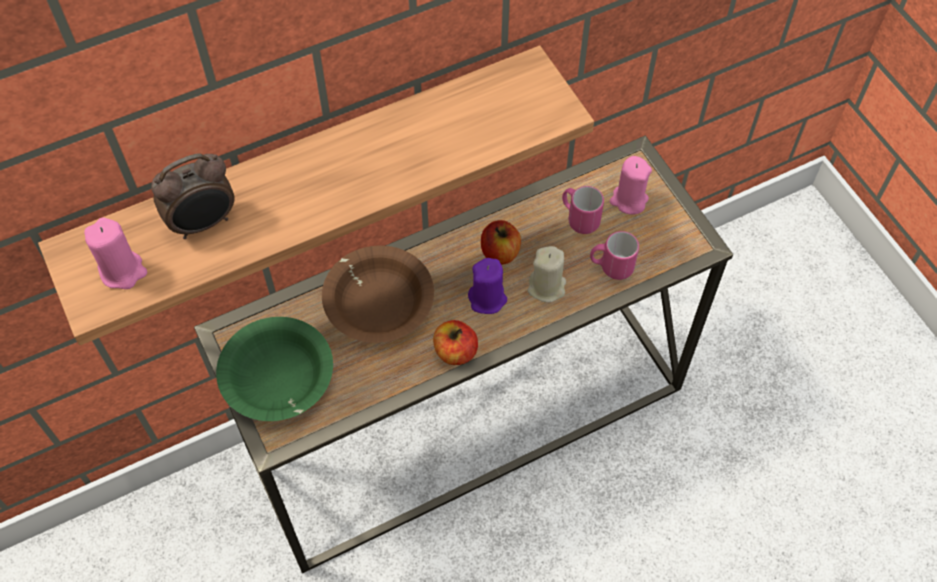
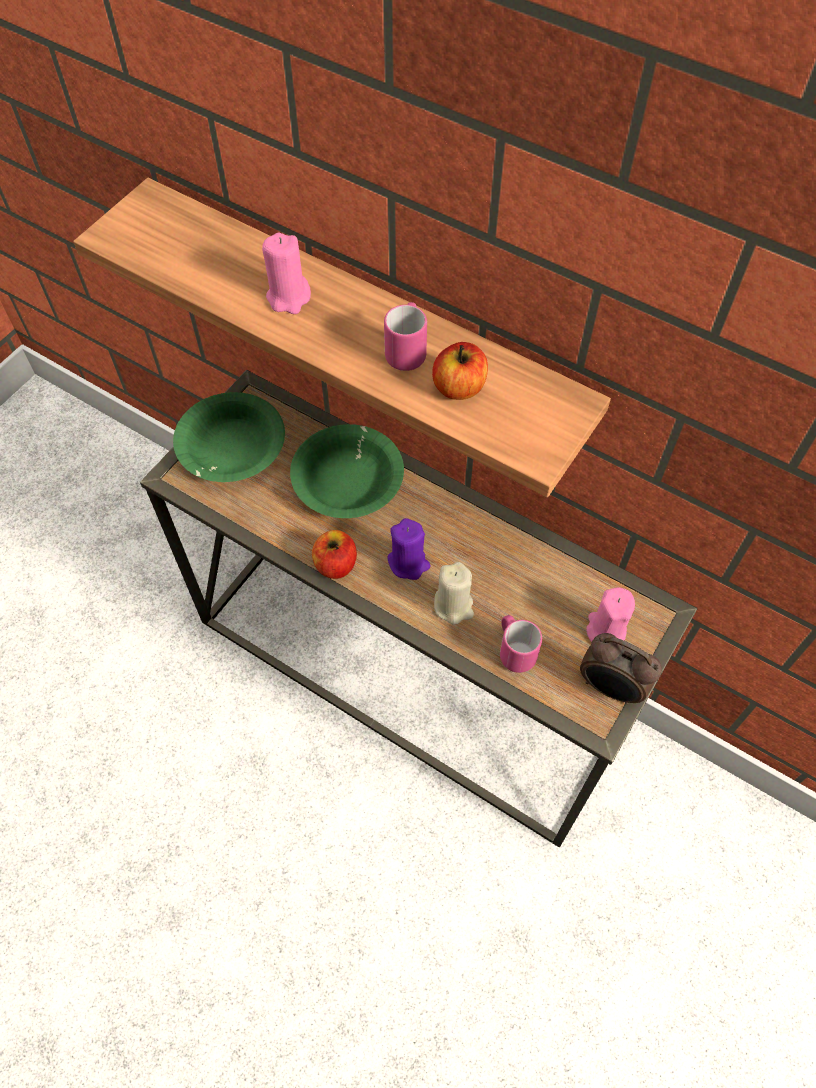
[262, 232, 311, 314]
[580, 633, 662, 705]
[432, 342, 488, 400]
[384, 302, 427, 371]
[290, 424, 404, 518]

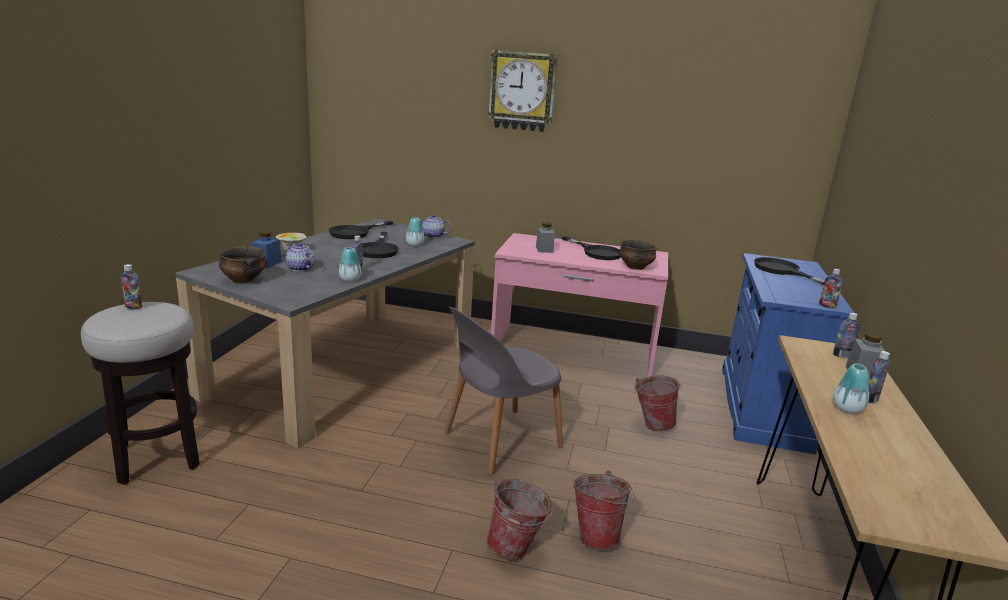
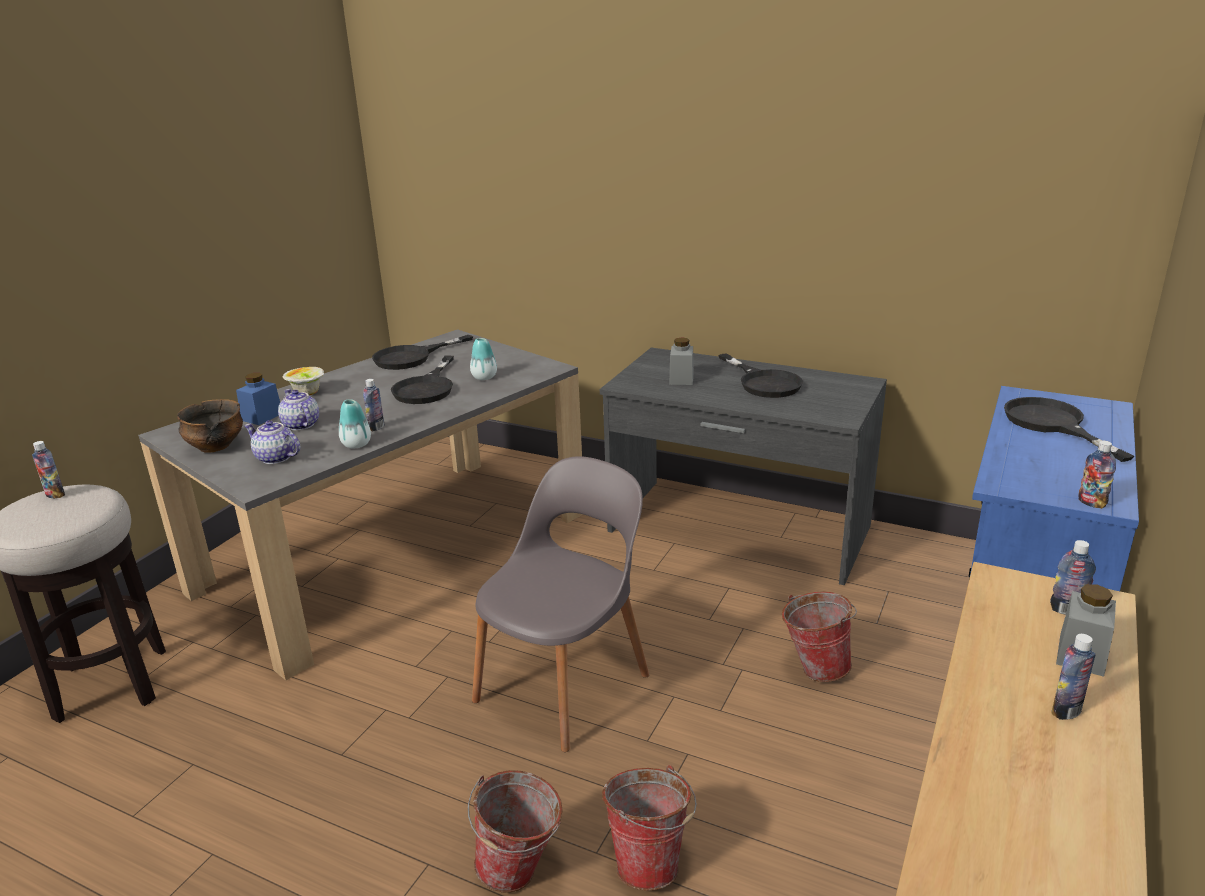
[488, 50, 558, 132] (first image)
[619, 240, 657, 270] (first image)
[833, 364, 869, 414] (first image)
[244, 420, 300, 464]
[600, 348, 887, 585]
[472, 456, 649, 752]

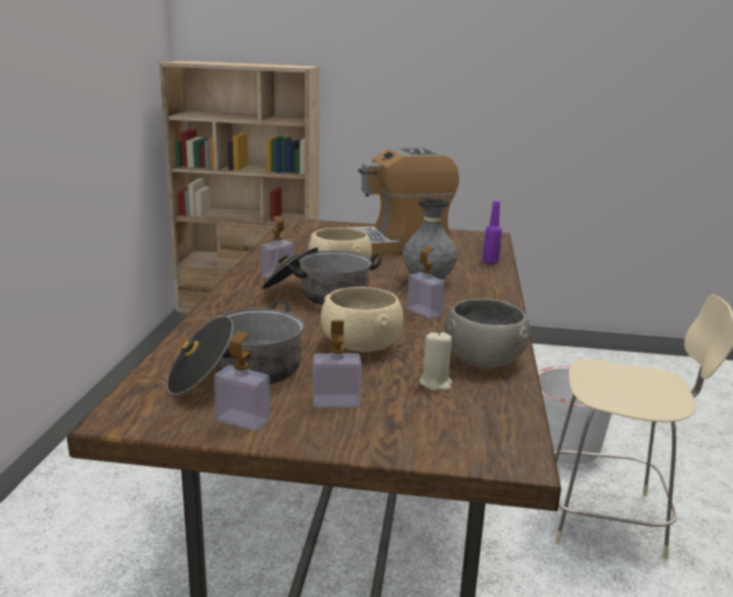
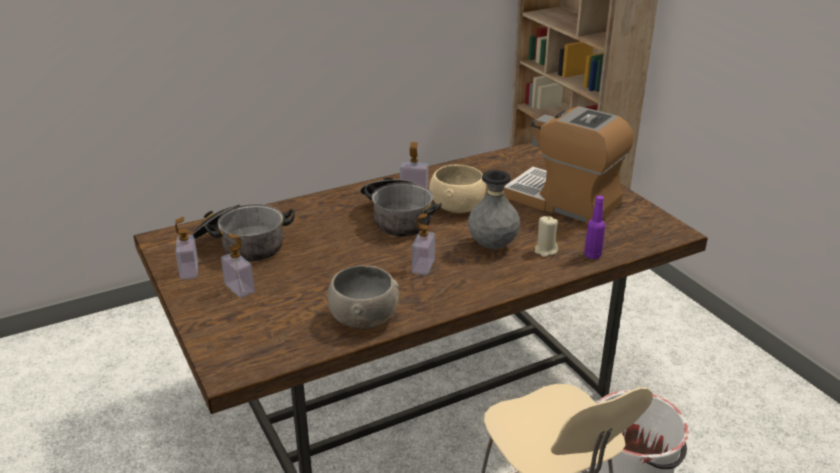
[321, 287, 403, 352] (first image)
[535, 216, 558, 257]

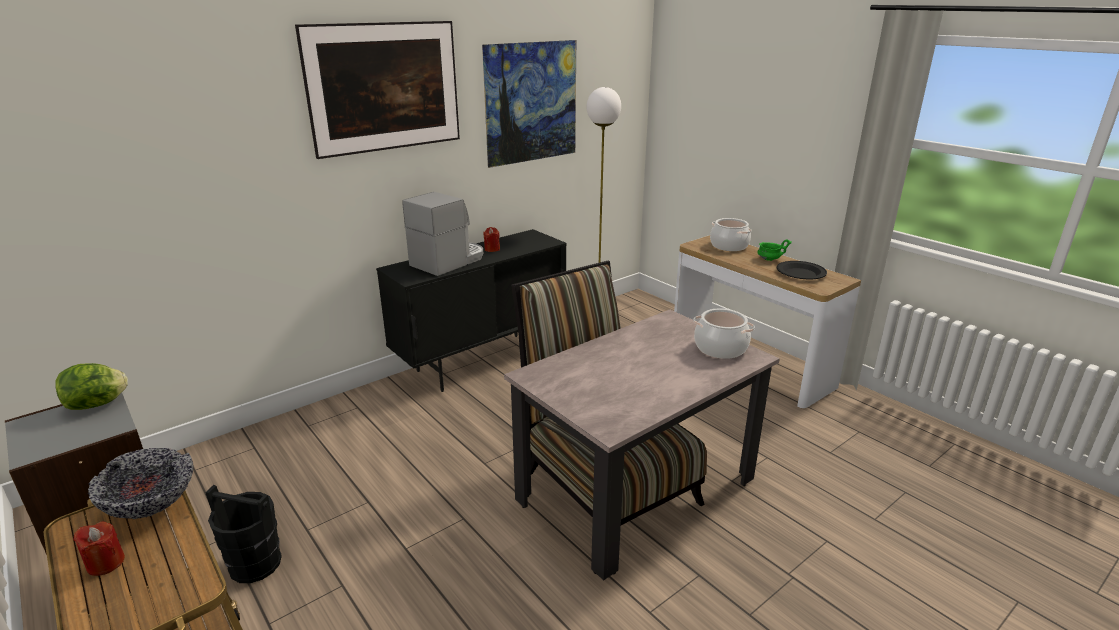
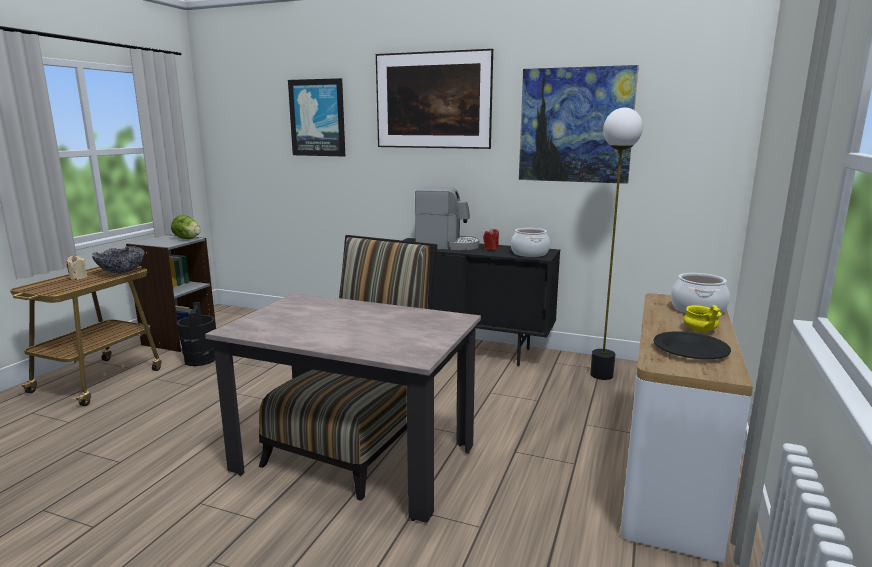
[288, 78, 345, 156]
[511, 228, 550, 257]
[65, 255, 87, 280]
[683, 305, 722, 332]

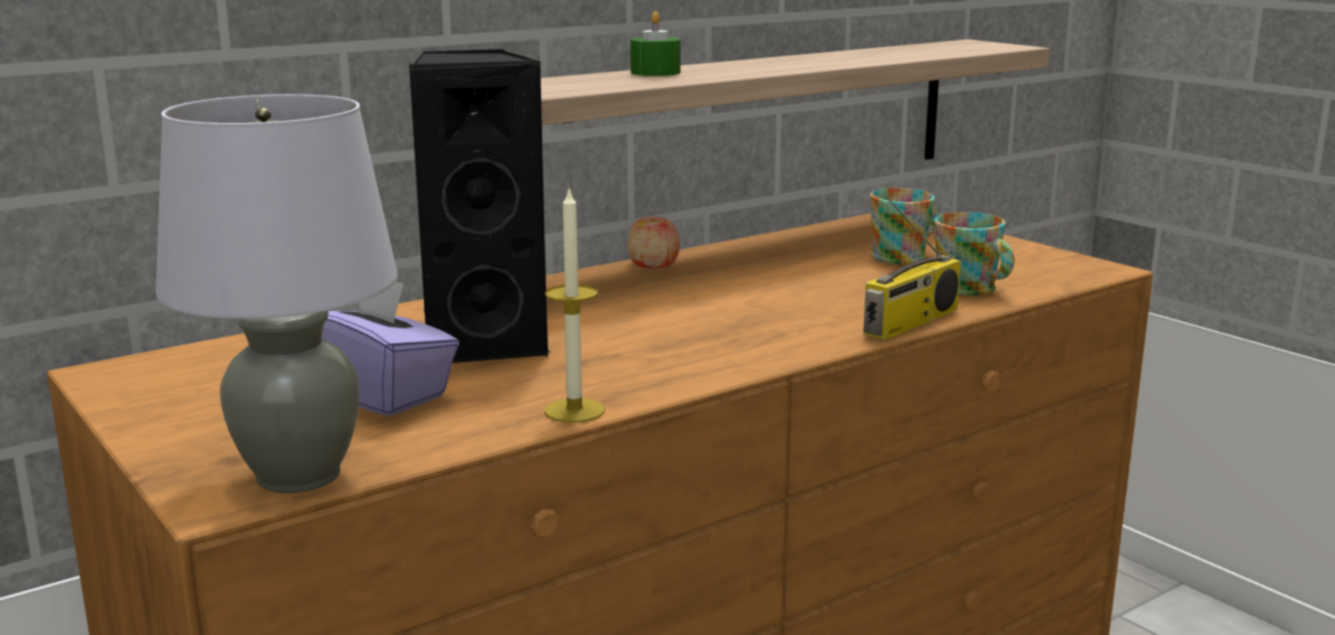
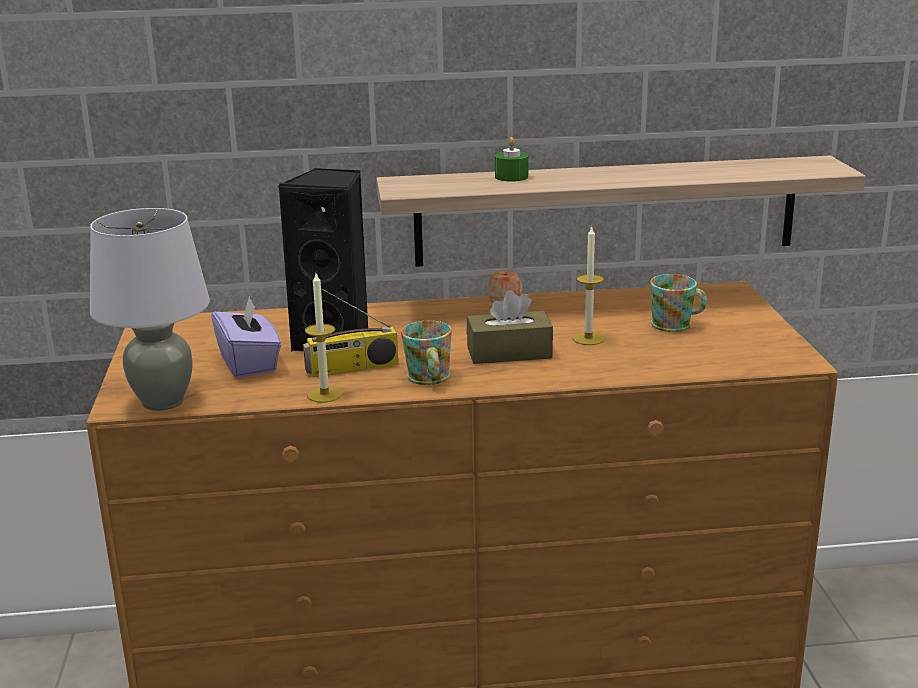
[467, 290, 553, 364]
[573, 225, 604, 345]
[303, 288, 398, 377]
[401, 320, 452, 385]

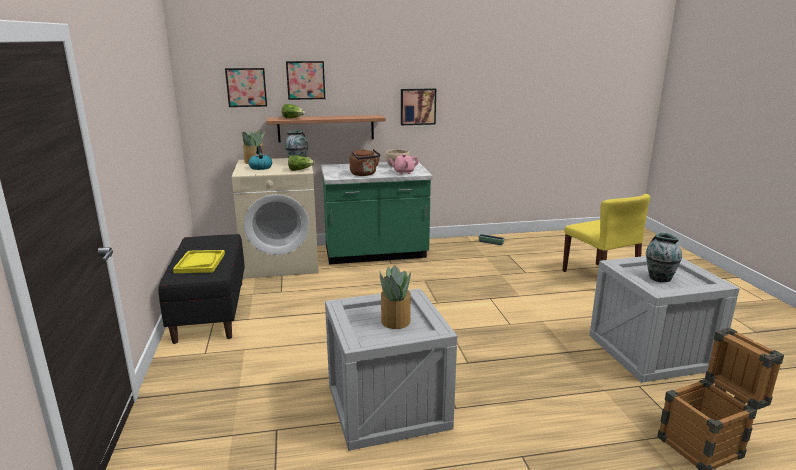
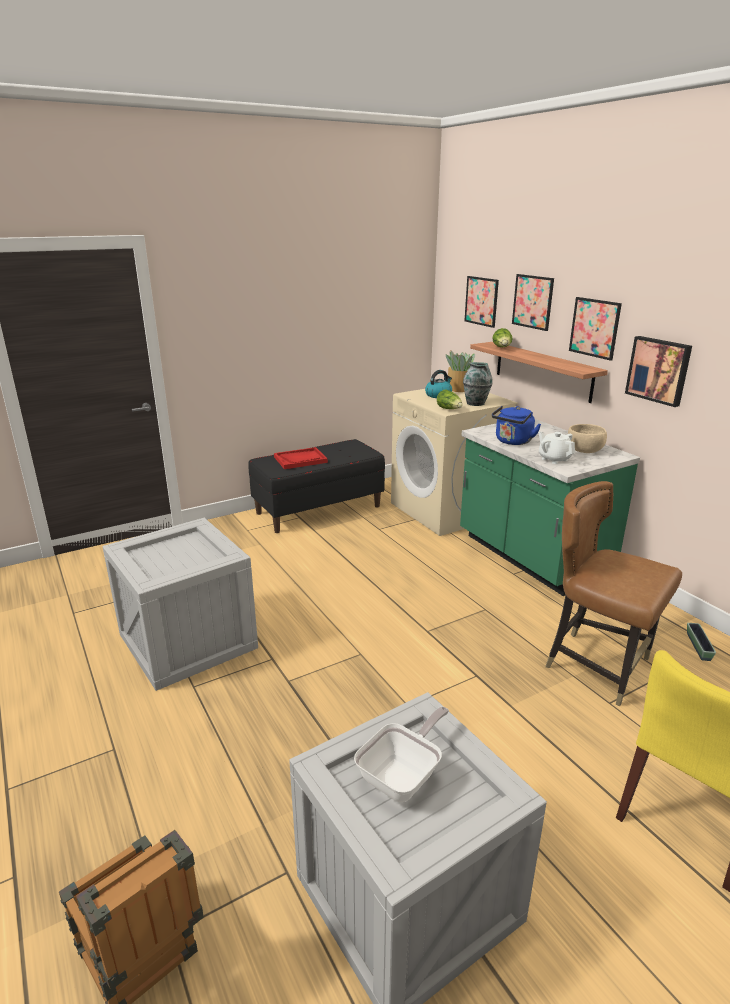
[379, 265, 411, 329] (first image)
[546, 481, 682, 706]
[569, 297, 622, 361]
[354, 707, 449, 802]
[274, 447, 328, 469]
[492, 406, 541, 445]
[539, 432, 575, 464]

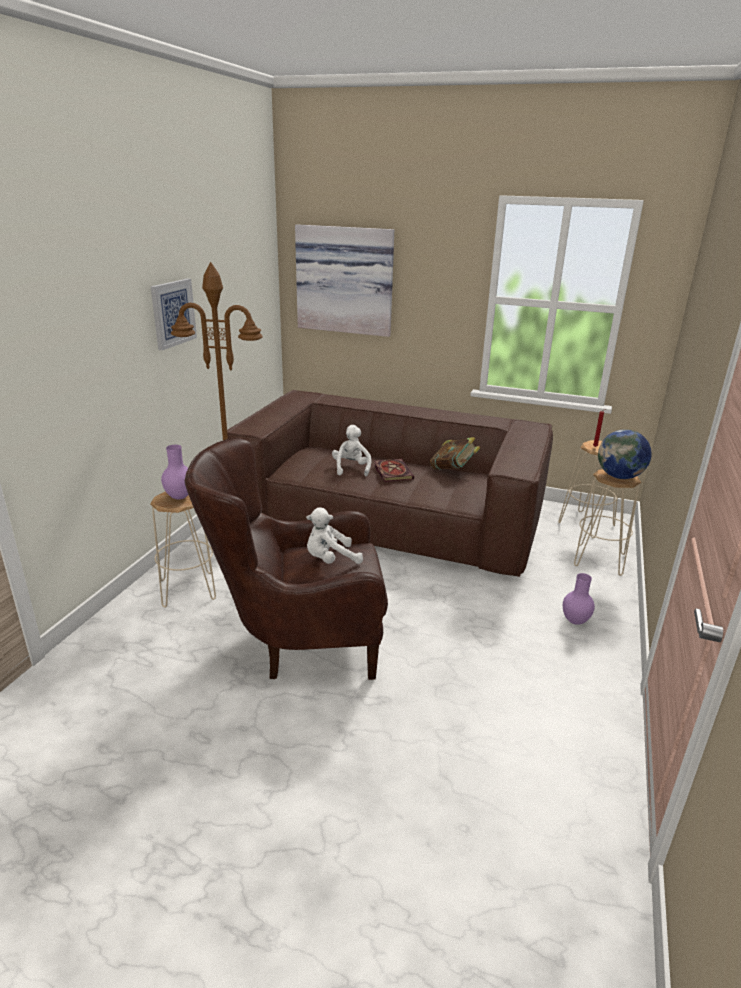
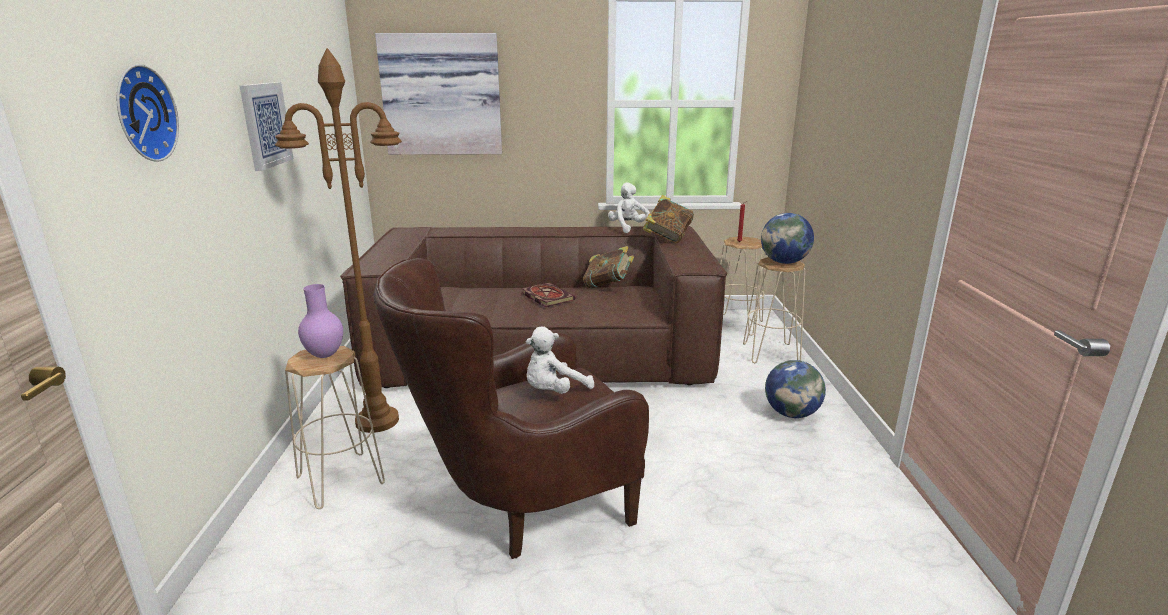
[116, 64, 179, 162]
[642, 195, 694, 243]
[608, 182, 650, 233]
[765, 360, 826, 418]

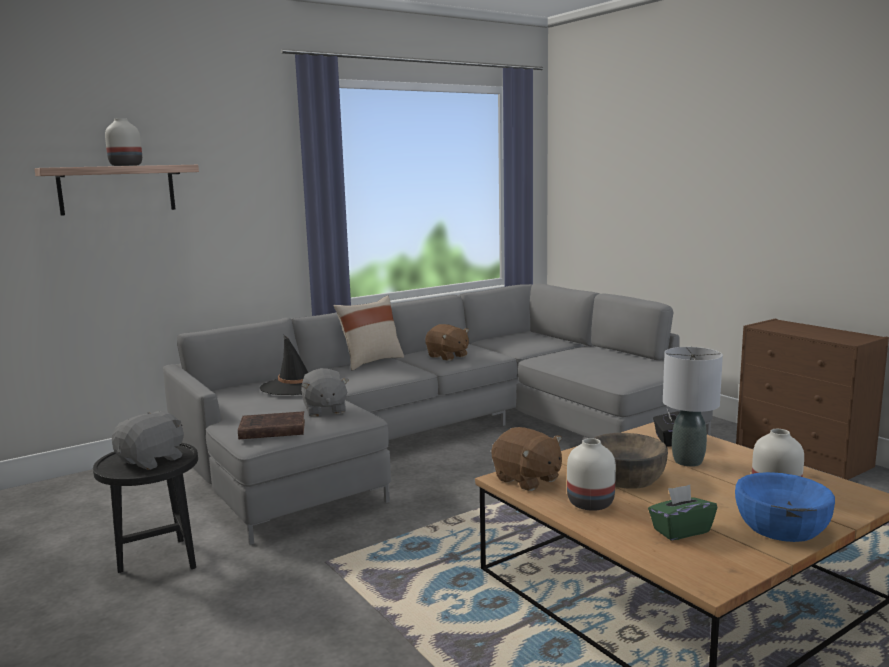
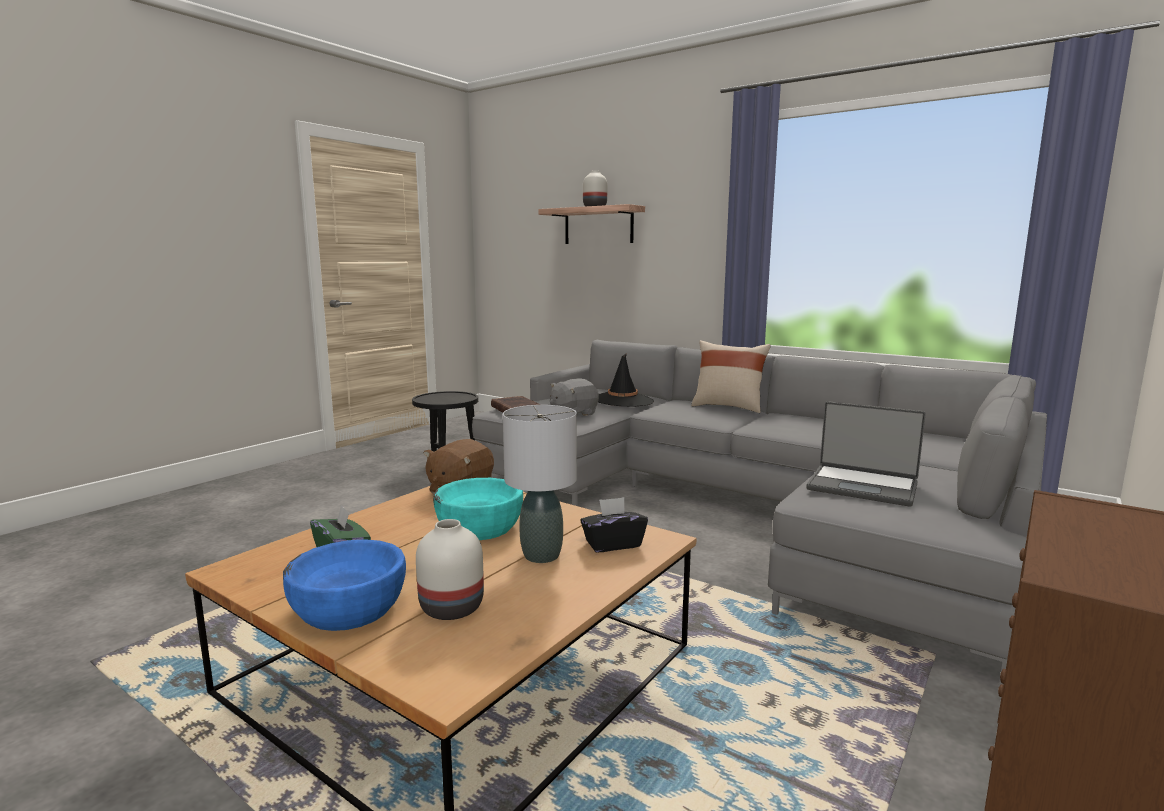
[112, 411, 184, 470] (first image)
[425, 324, 469, 361] (first image)
[567, 438, 616, 511] (first image)
[807, 401, 926, 507]
[433, 478, 523, 540]

